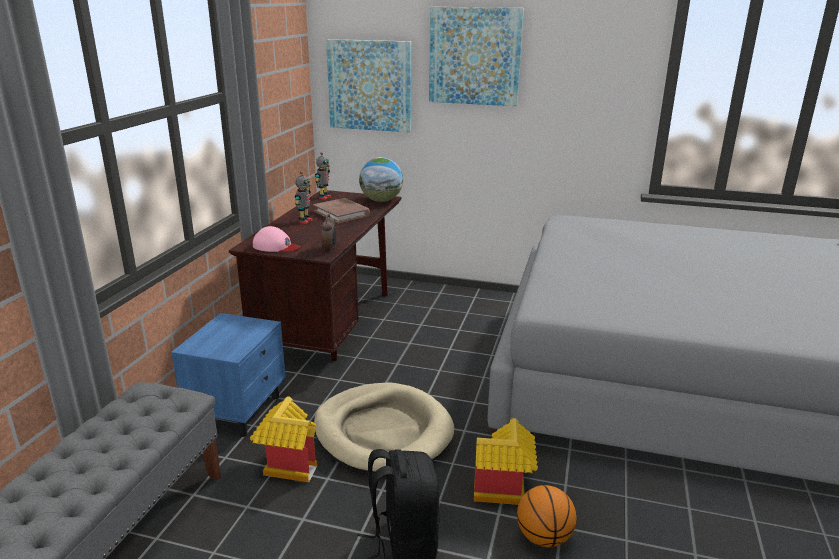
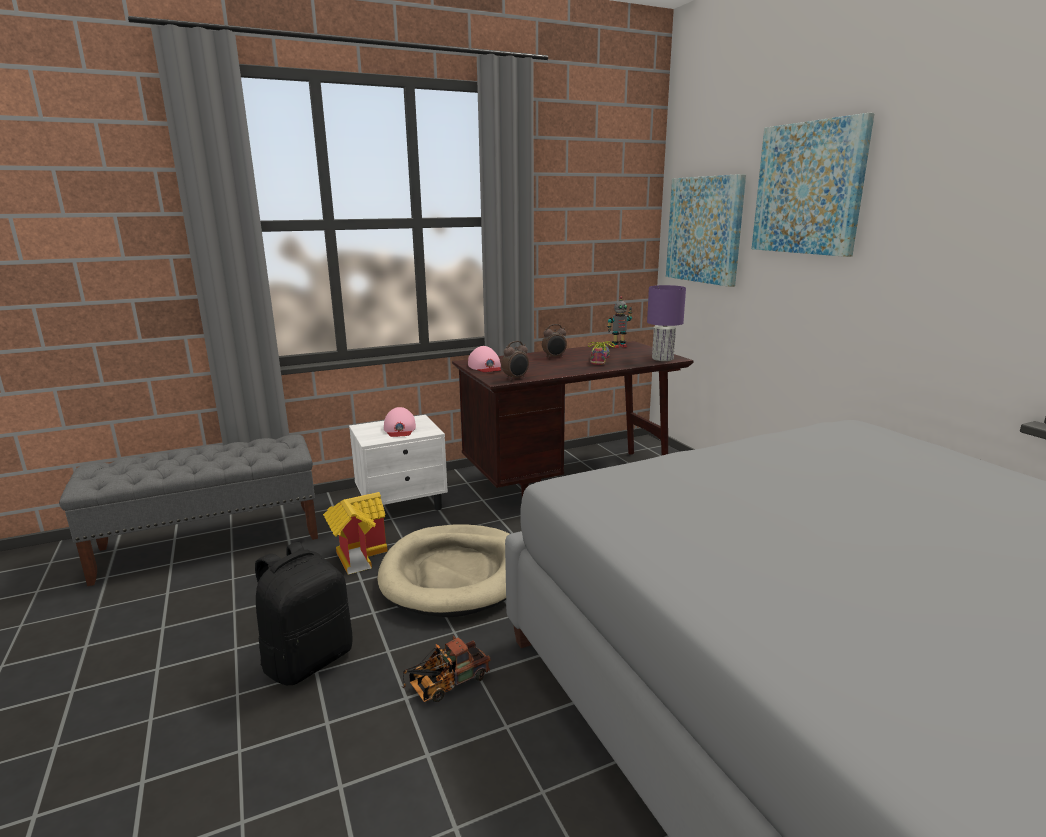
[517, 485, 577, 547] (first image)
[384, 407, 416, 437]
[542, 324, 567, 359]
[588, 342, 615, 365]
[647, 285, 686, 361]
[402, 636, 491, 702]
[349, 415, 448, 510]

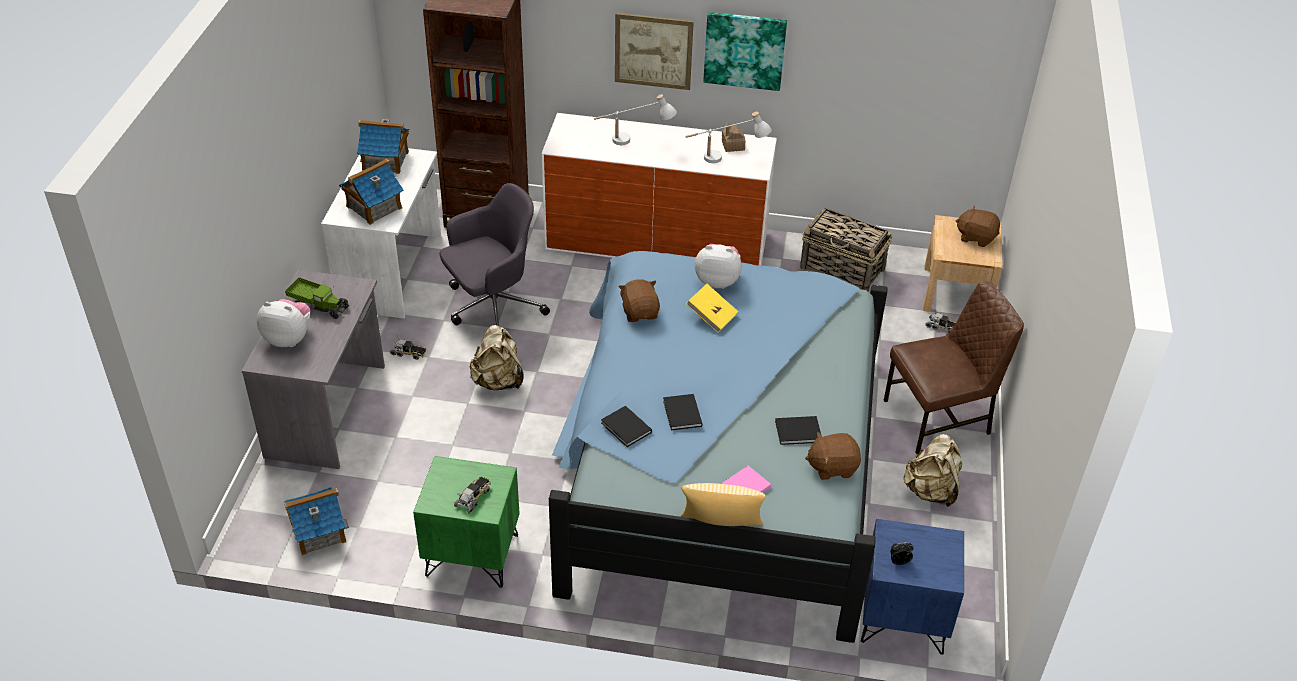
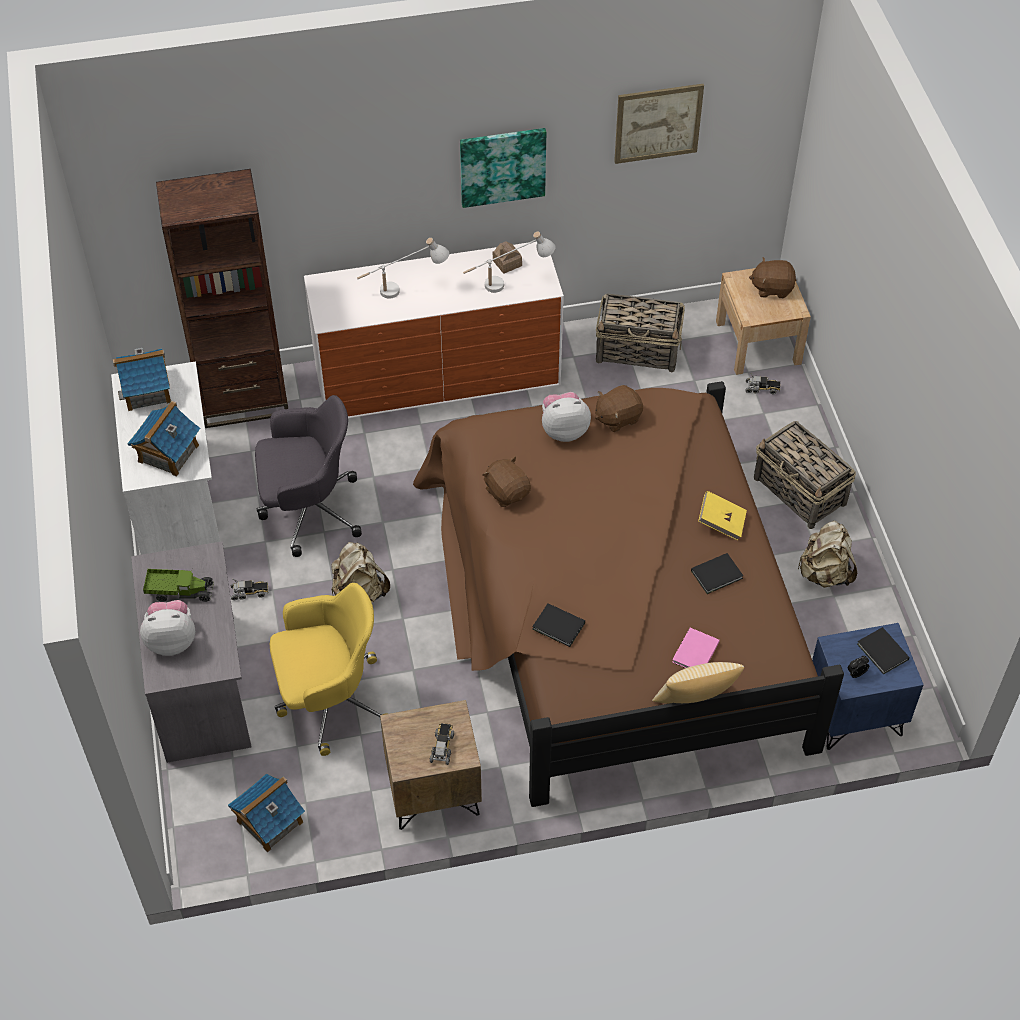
[270, 583, 387, 756]
[614, 84, 704, 164]
[857, 627, 909, 675]
[698, 491, 747, 541]
[595, 385, 643, 432]
[754, 421, 856, 529]
[380, 700, 482, 830]
[413, 381, 844, 807]
[255, 395, 362, 557]

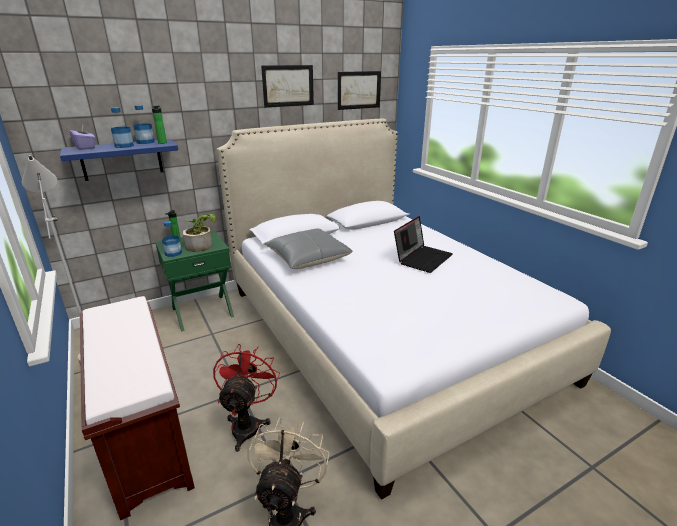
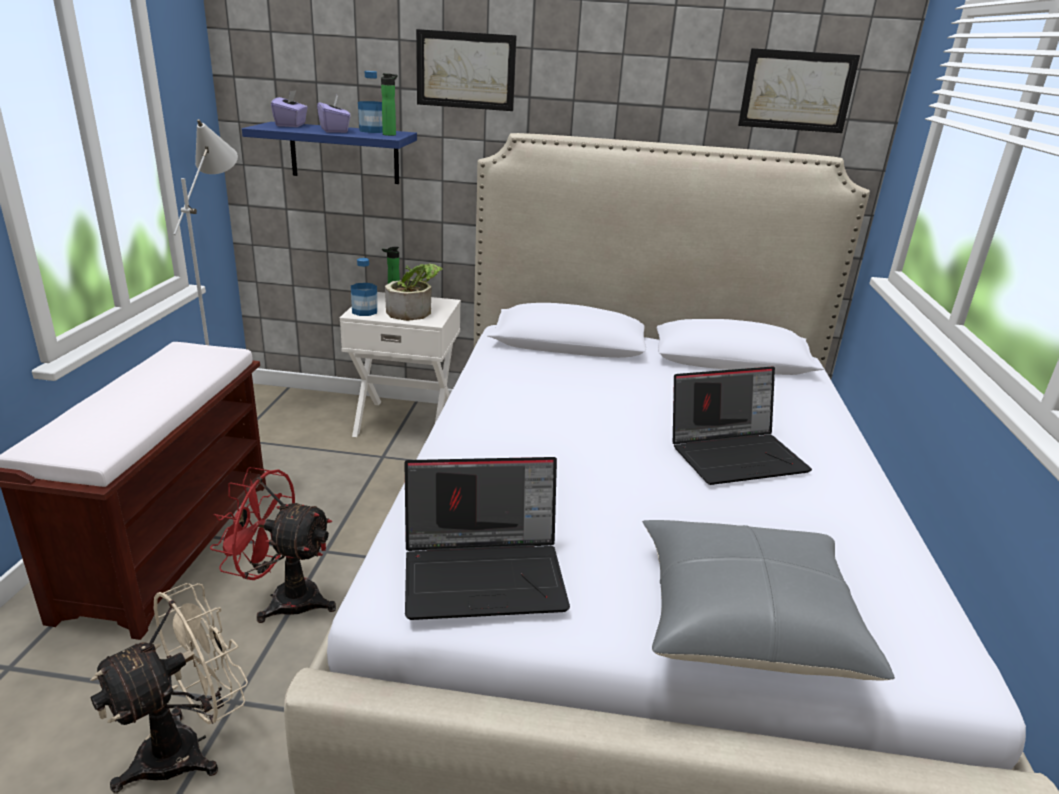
[404, 457, 570, 620]
[416, 29, 517, 111]
[642, 520, 895, 681]
[317, 95, 351, 133]
[340, 292, 461, 437]
[210, 467, 336, 623]

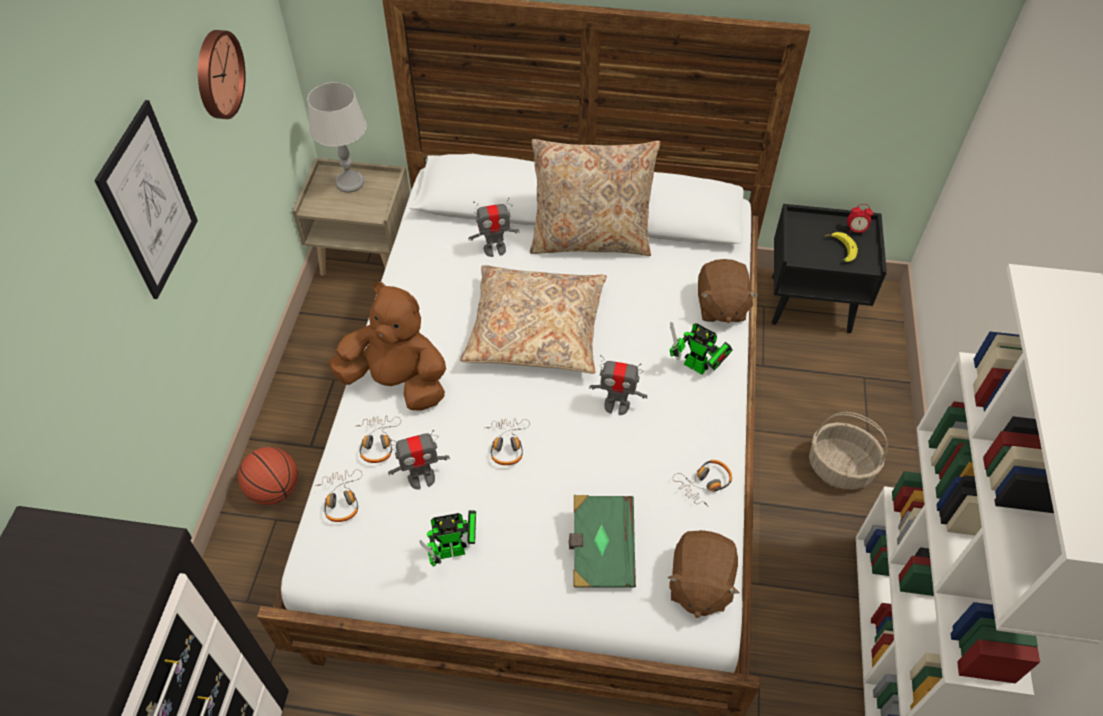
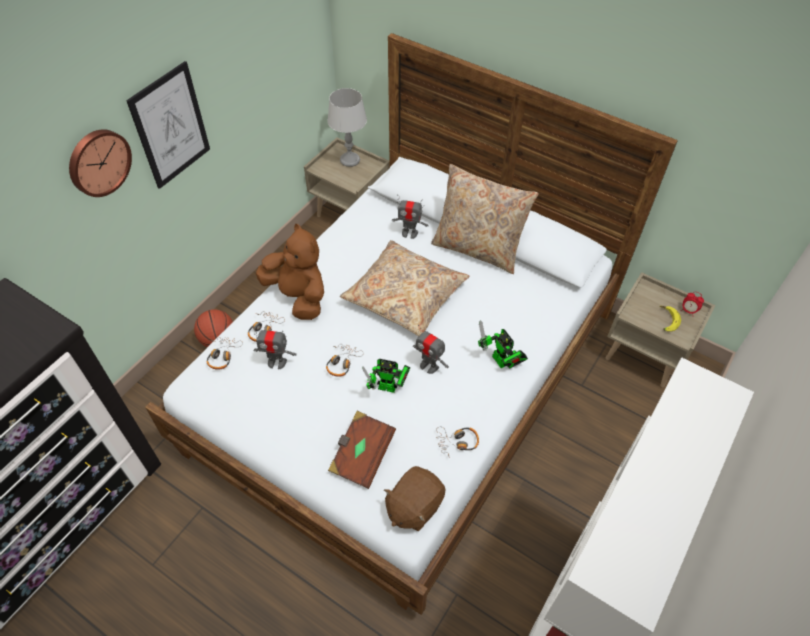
[698, 259, 758, 323] (first image)
[809, 412, 888, 490] (first image)
[69, 129, 132, 197]
[362, 359, 410, 393]
[328, 411, 396, 489]
[606, 272, 716, 388]

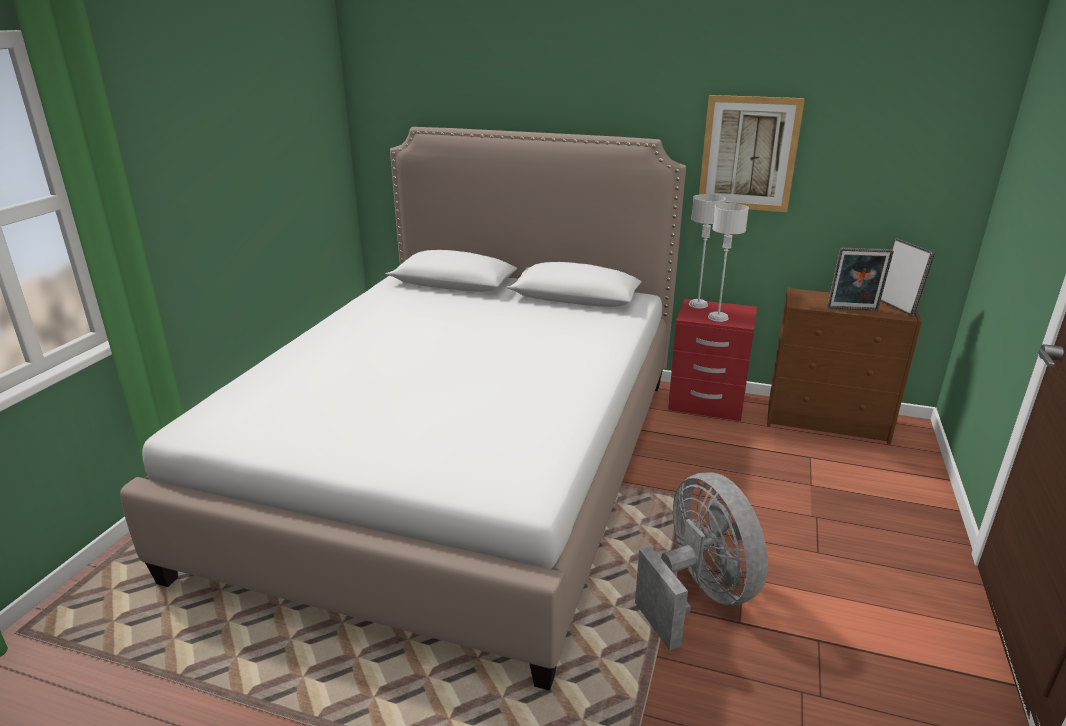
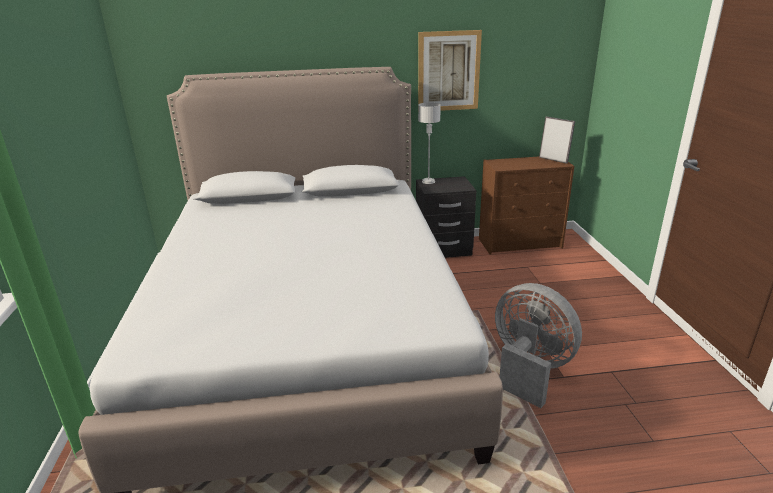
[708, 203, 749, 322] (first image)
[827, 248, 894, 311] (first image)
[416, 176, 476, 258]

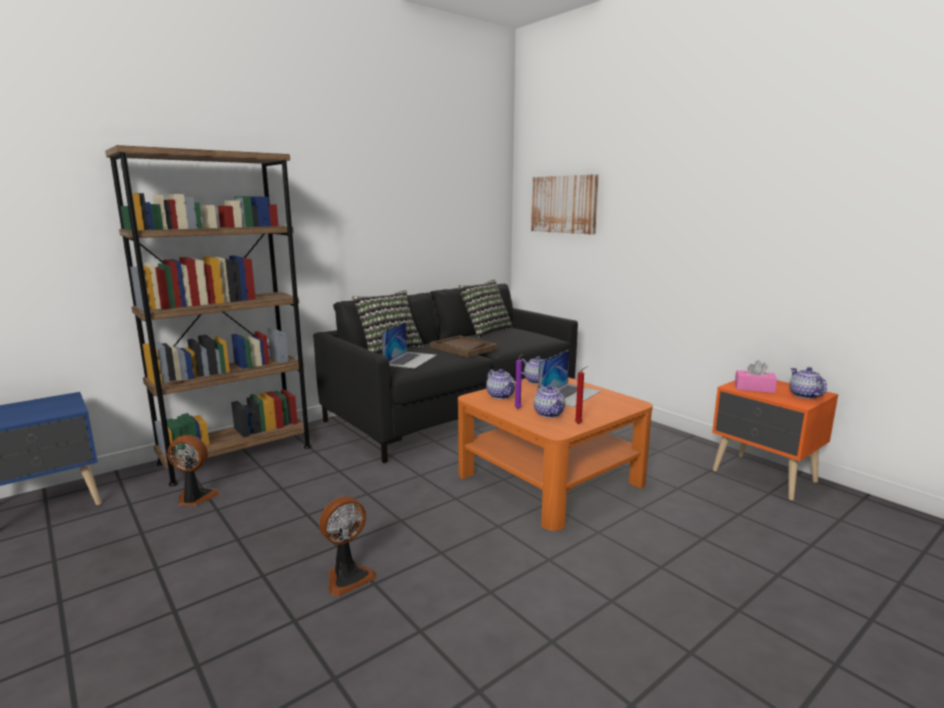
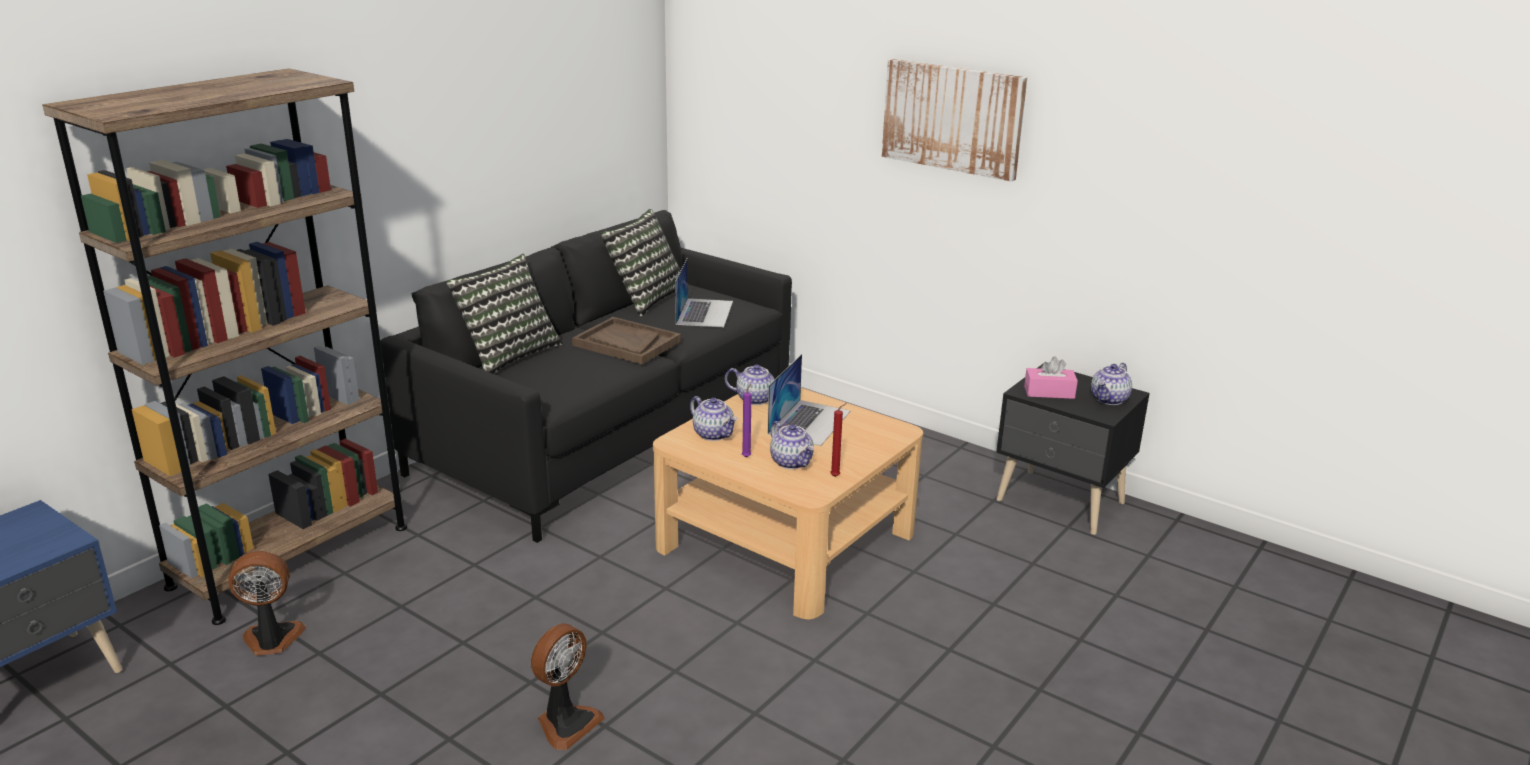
[675, 258, 733, 328]
[882, 59, 1027, 182]
[653, 388, 923, 619]
[996, 363, 1150, 535]
[1091, 363, 1132, 405]

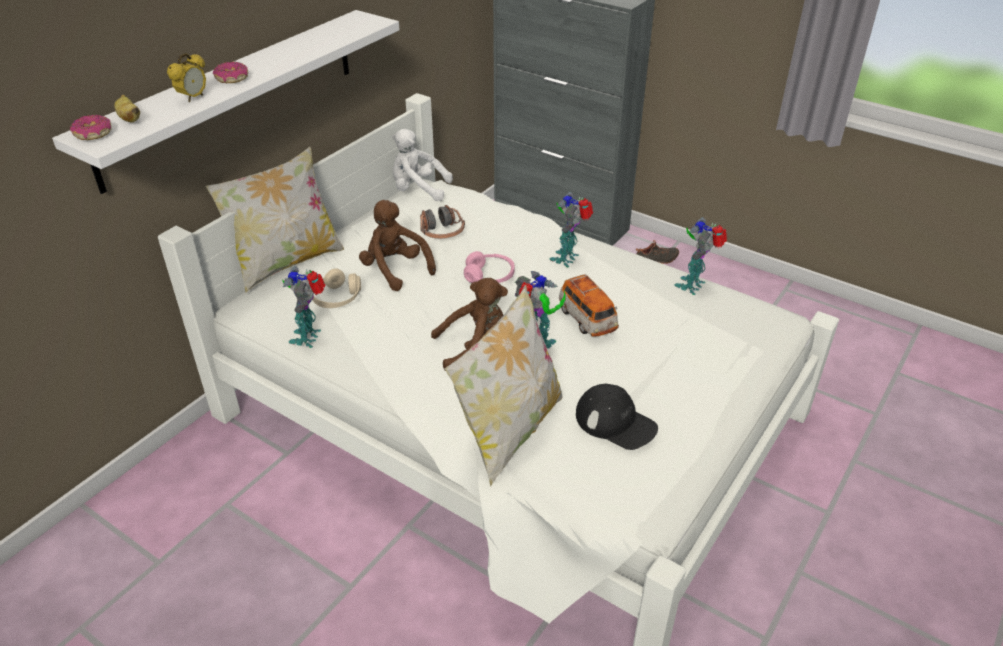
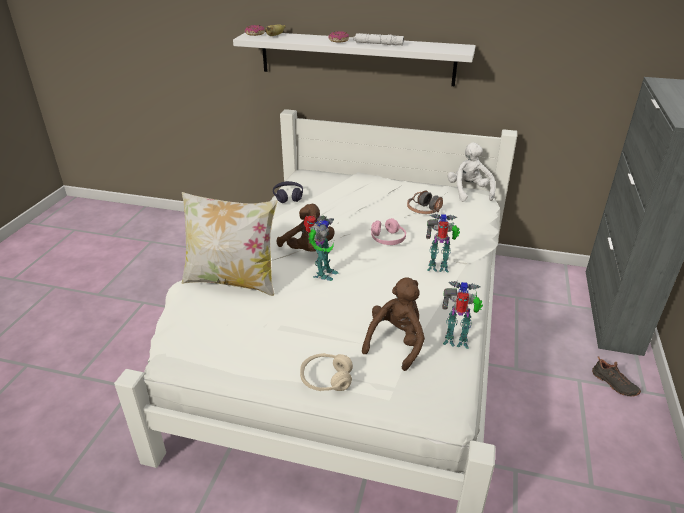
[167, 53, 206, 102] (first image)
[206, 147, 344, 292] (first image)
[558, 274, 619, 336] (first image)
[576, 384, 658, 450] (first image)
[353, 33, 404, 45]
[300, 353, 353, 391]
[362, 277, 425, 371]
[273, 181, 303, 203]

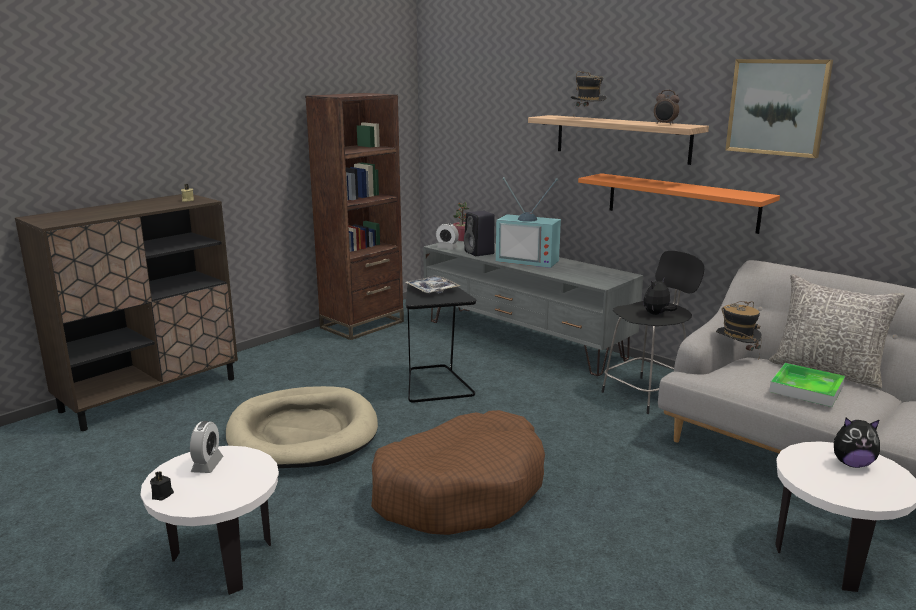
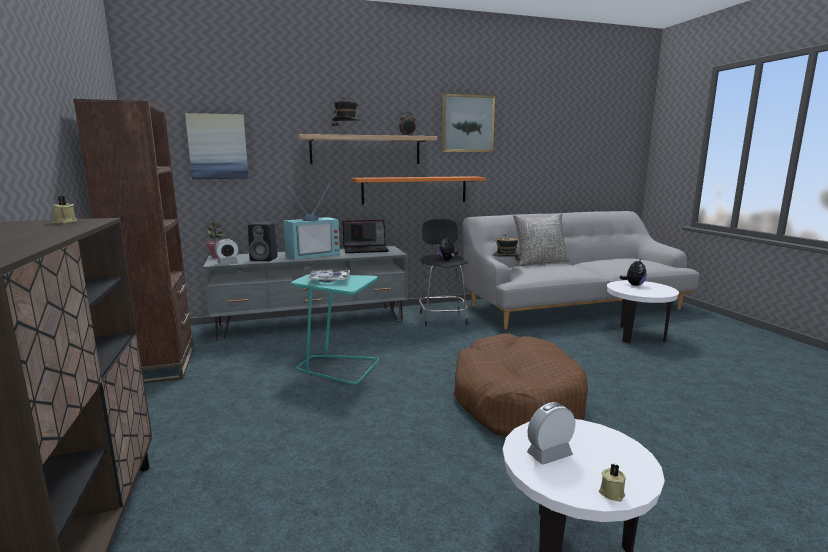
[226, 386, 378, 468] (first image)
[769, 363, 845, 407] (first image)
[185, 113, 249, 179]
[342, 220, 389, 253]
[599, 464, 626, 502]
[291, 274, 379, 385]
[527, 402, 575, 465]

